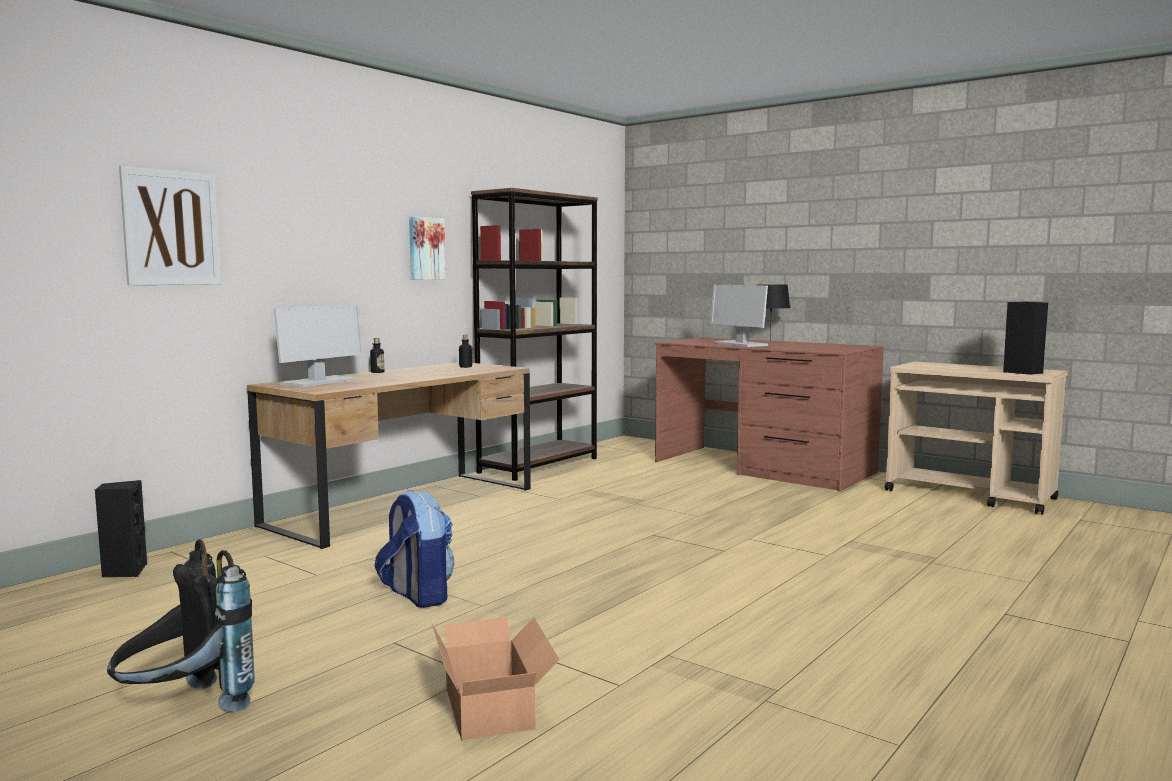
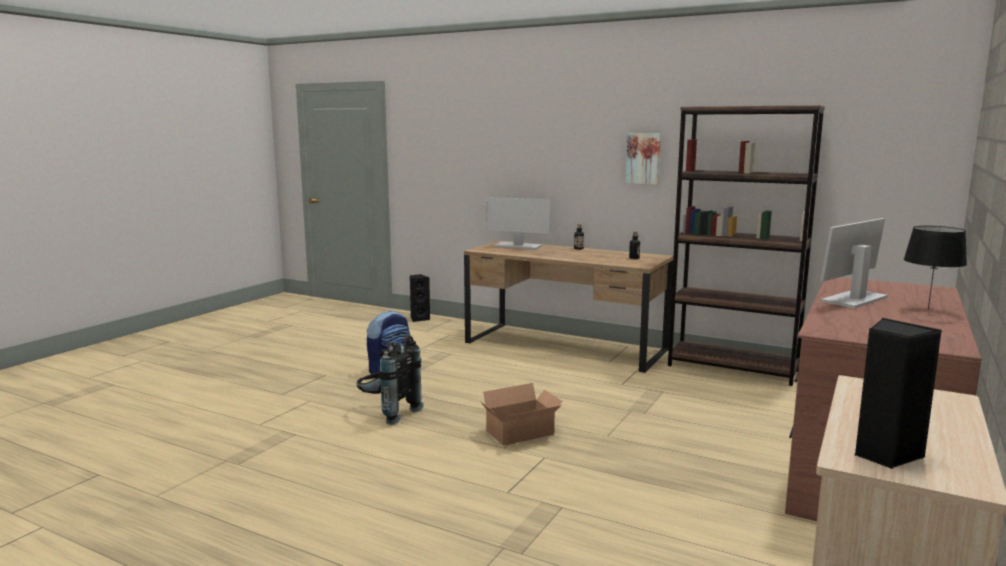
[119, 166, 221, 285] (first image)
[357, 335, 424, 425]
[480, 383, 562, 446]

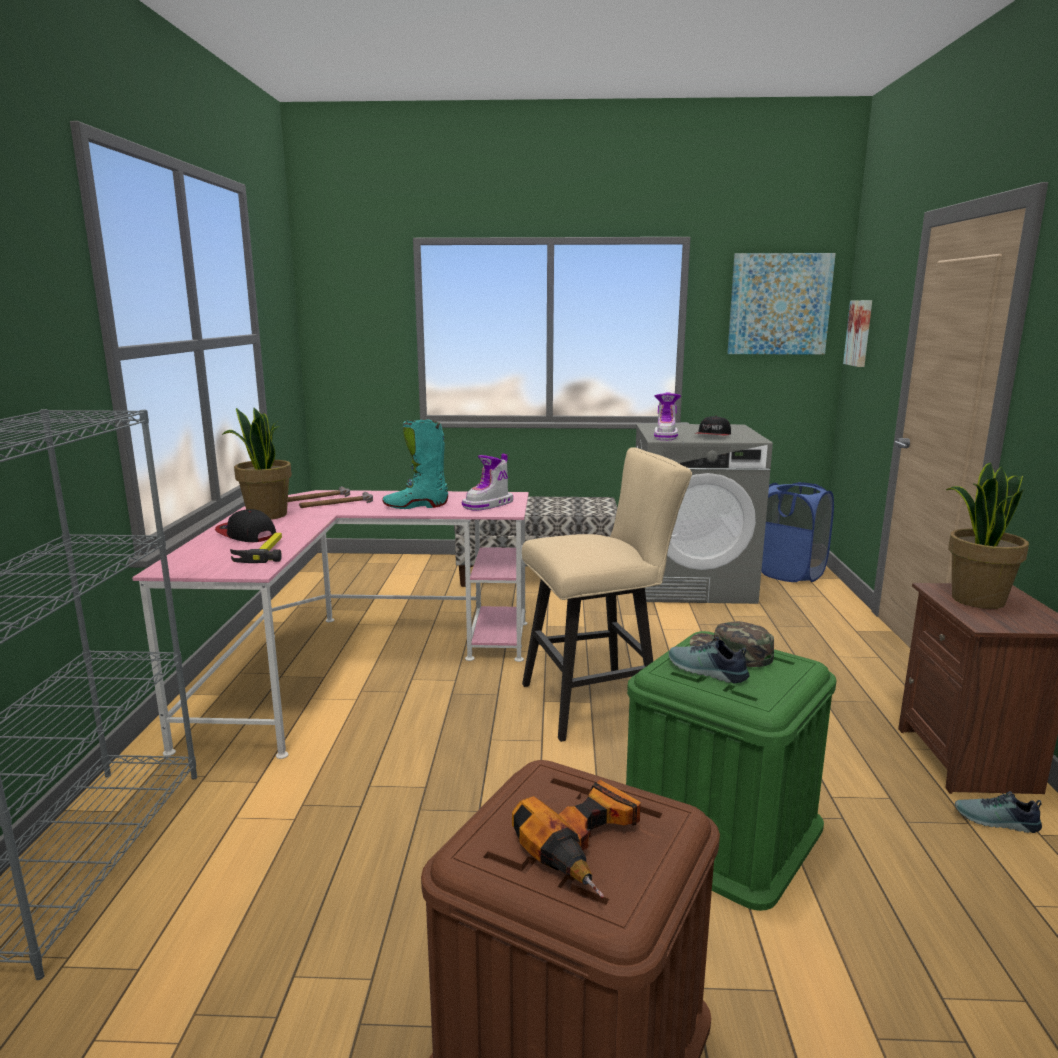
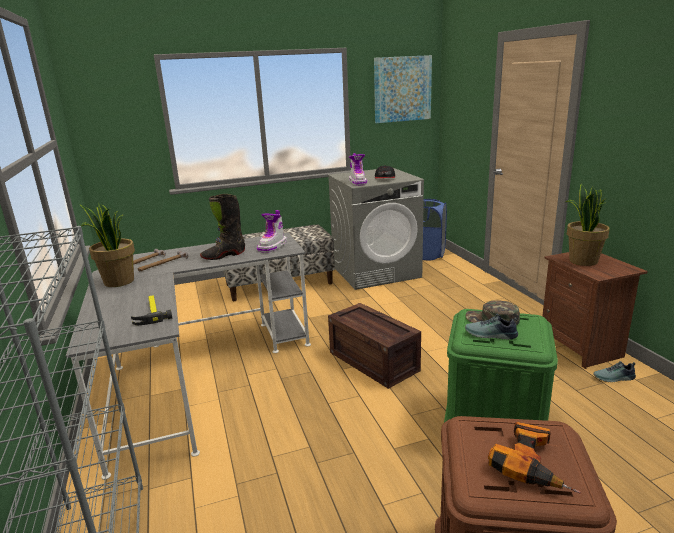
[215, 509, 276, 542] (first image)
[843, 300, 872, 367] (first image)
[328, 303, 421, 389]
[66, 233, 311, 480]
[200, 194, 245, 260]

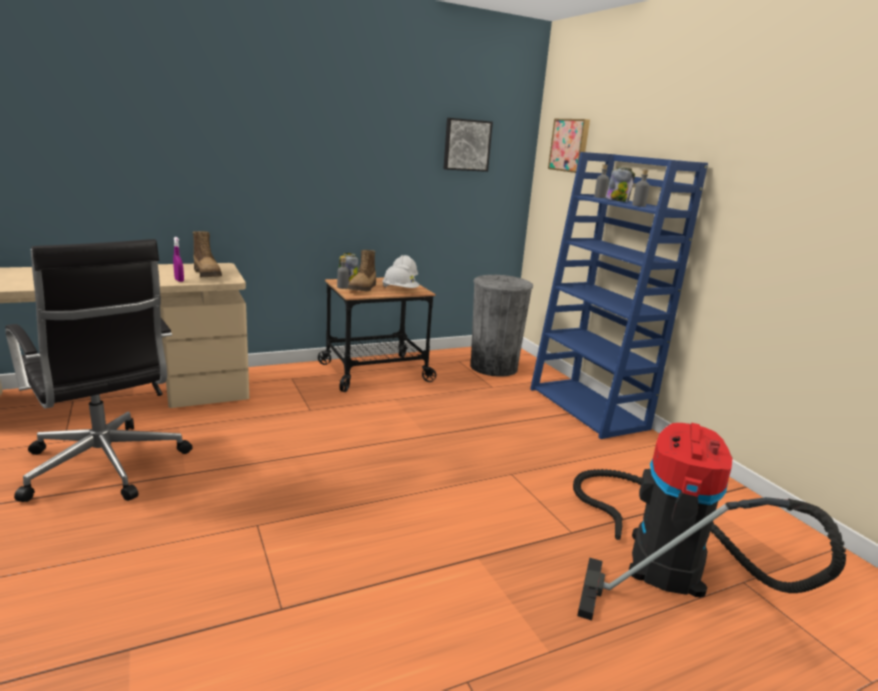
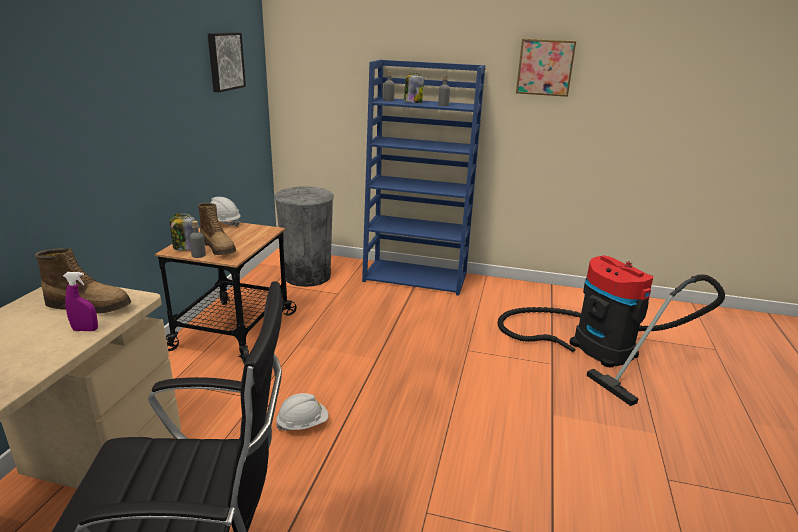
[276, 393, 328, 432]
[516, 39, 576, 97]

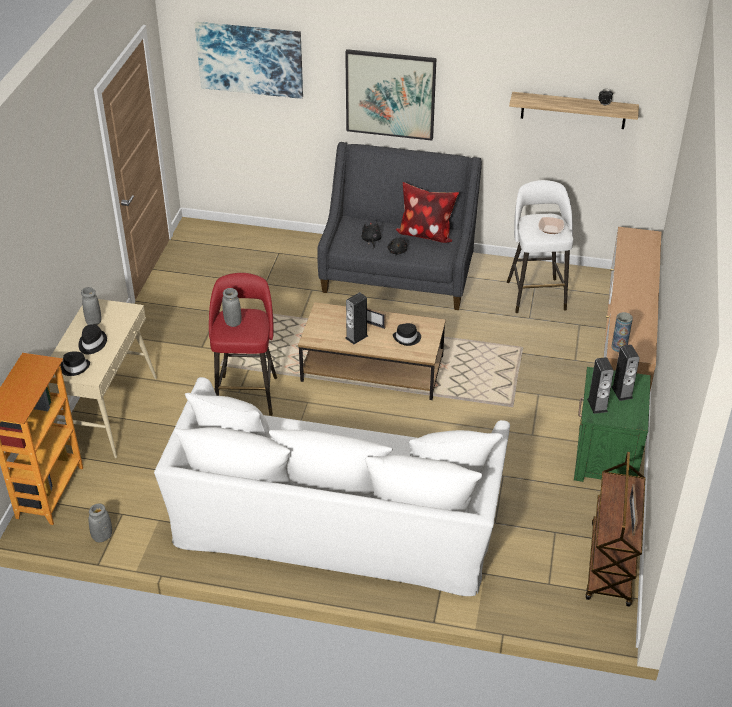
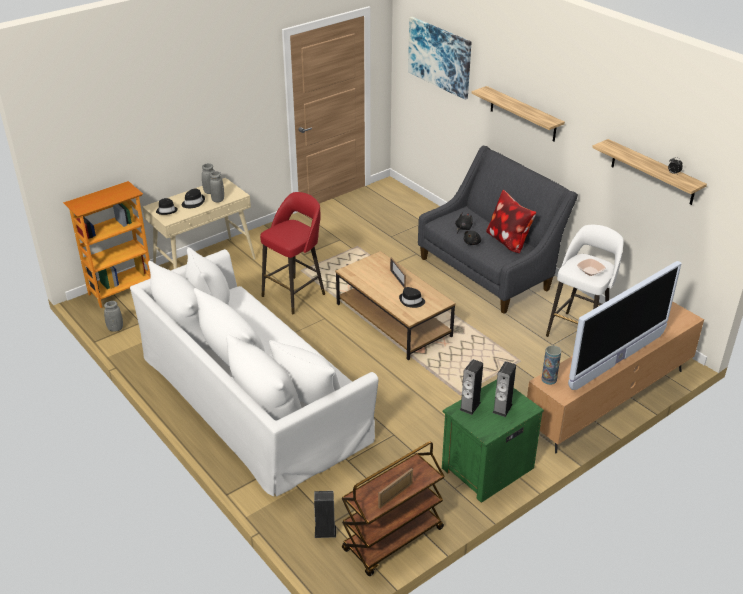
[568, 261, 682, 390]
[210, 171, 224, 202]
[314, 491, 336, 538]
[471, 86, 565, 142]

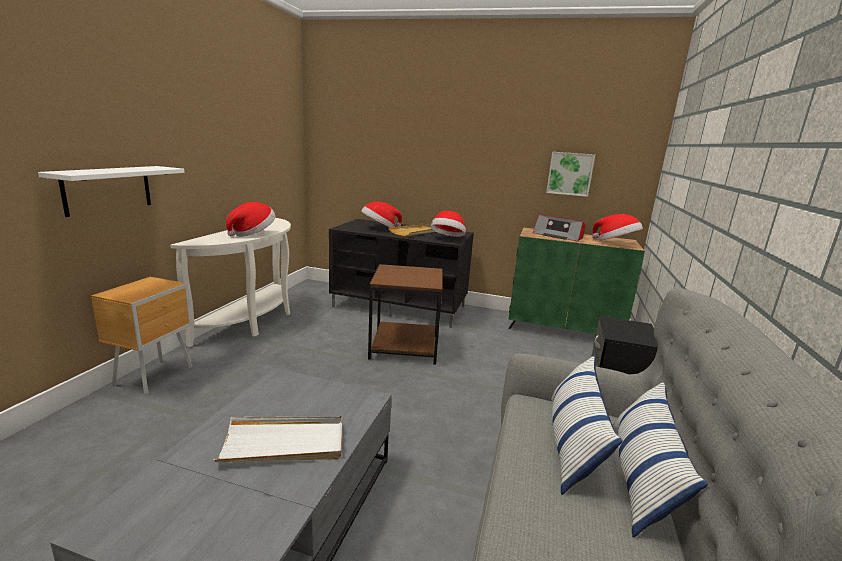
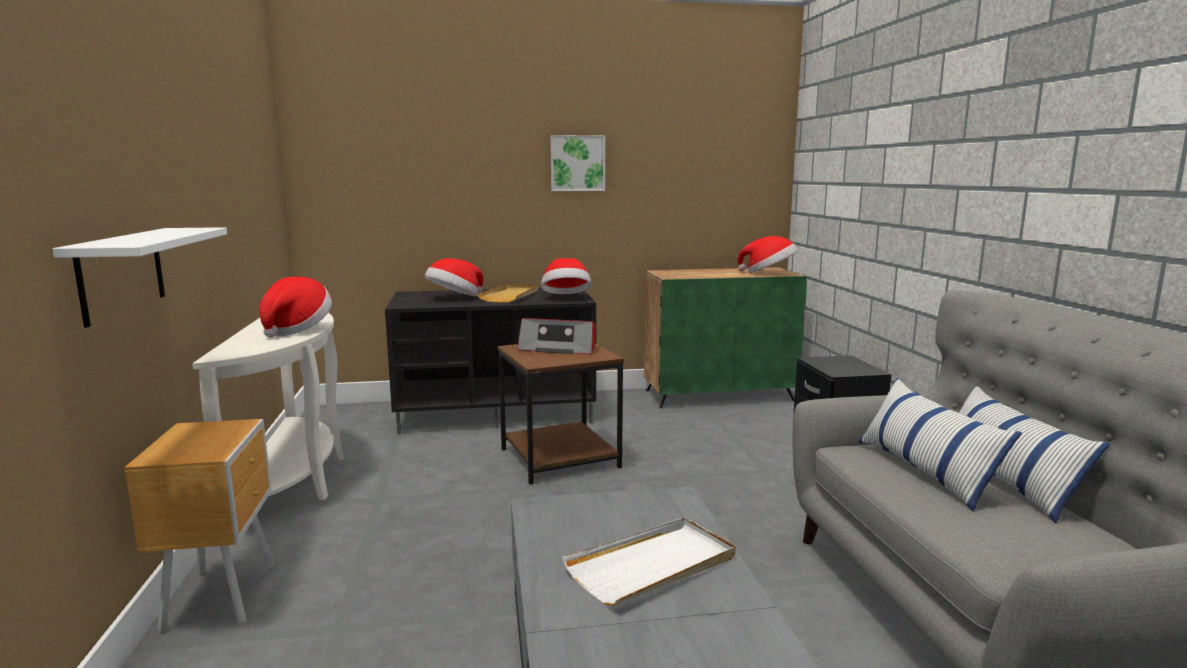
[517, 318, 595, 354]
[550, 135, 605, 191]

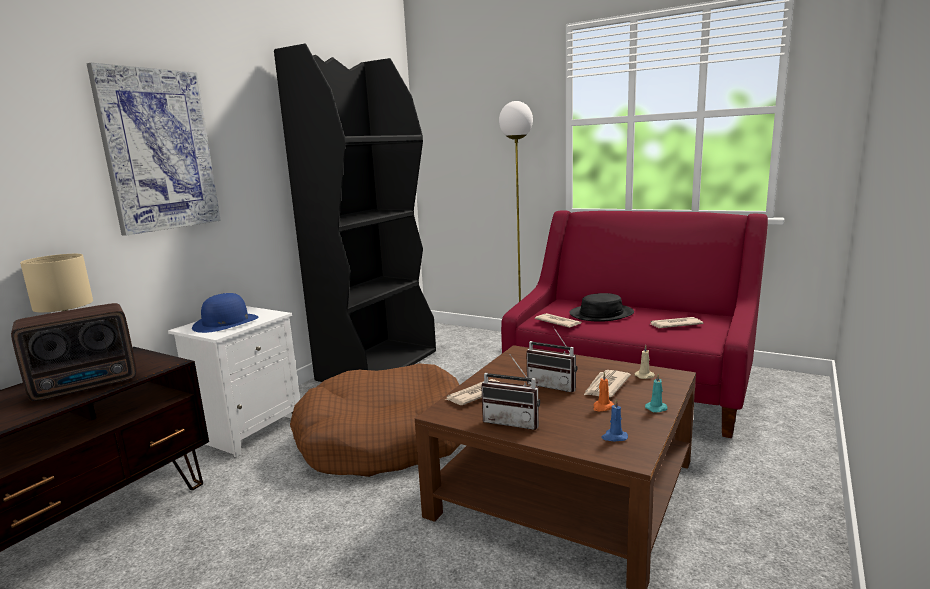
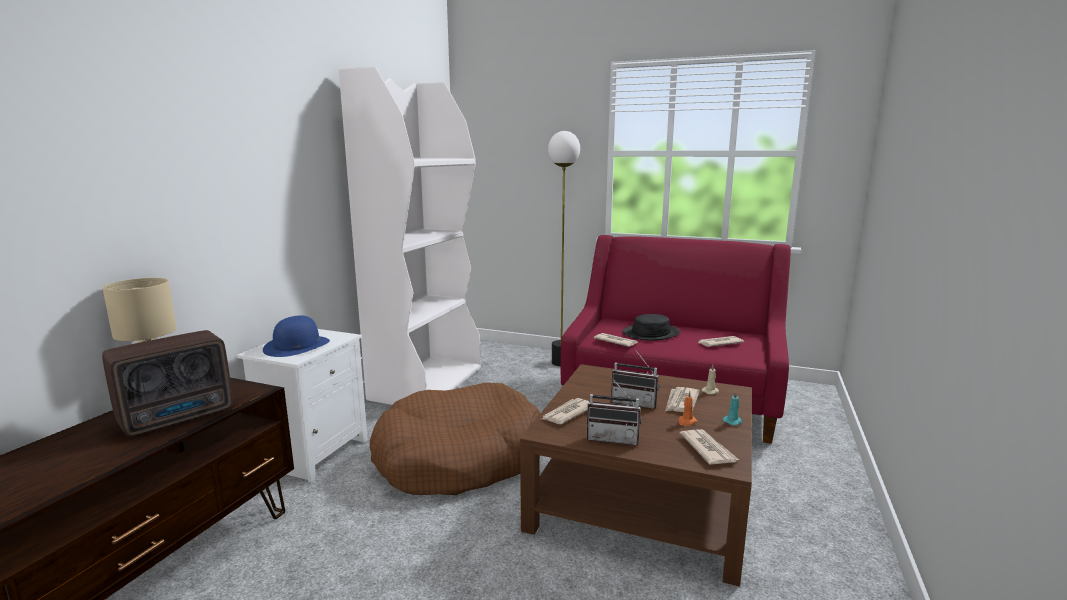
[87, 63, 221, 236] (first image)
[680, 429, 739, 465]
[339, 66, 481, 405]

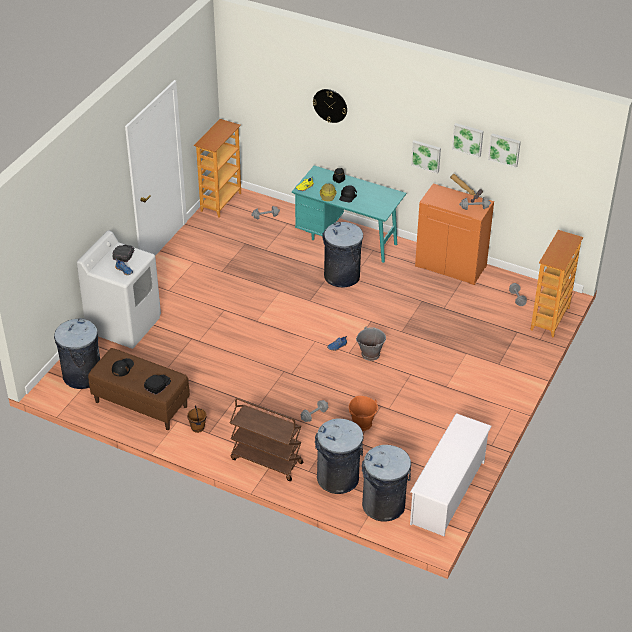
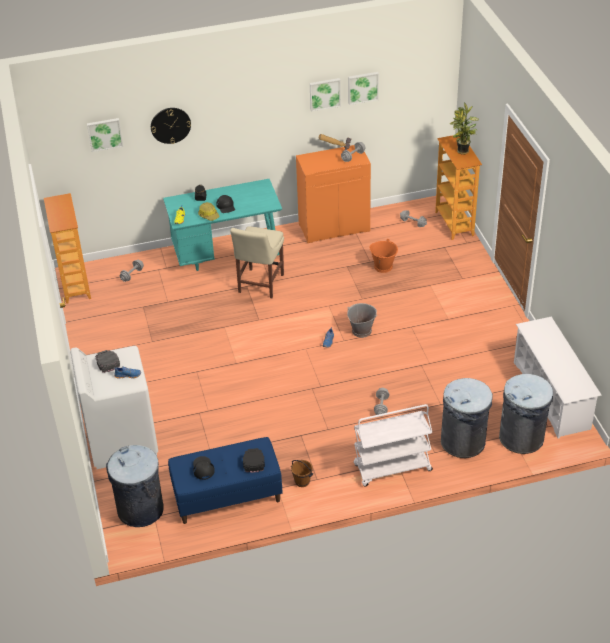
[450, 102, 479, 155]
[369, 239, 398, 273]
[87, 118, 123, 152]
[230, 226, 284, 298]
[168, 437, 283, 524]
[354, 404, 433, 487]

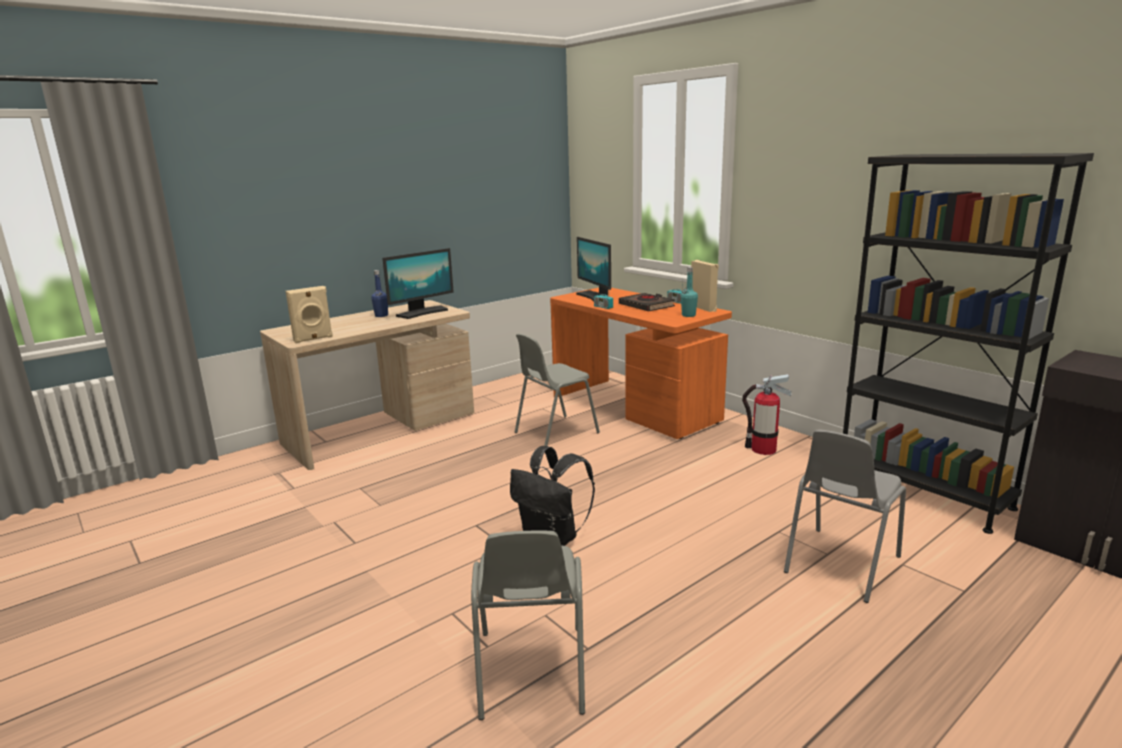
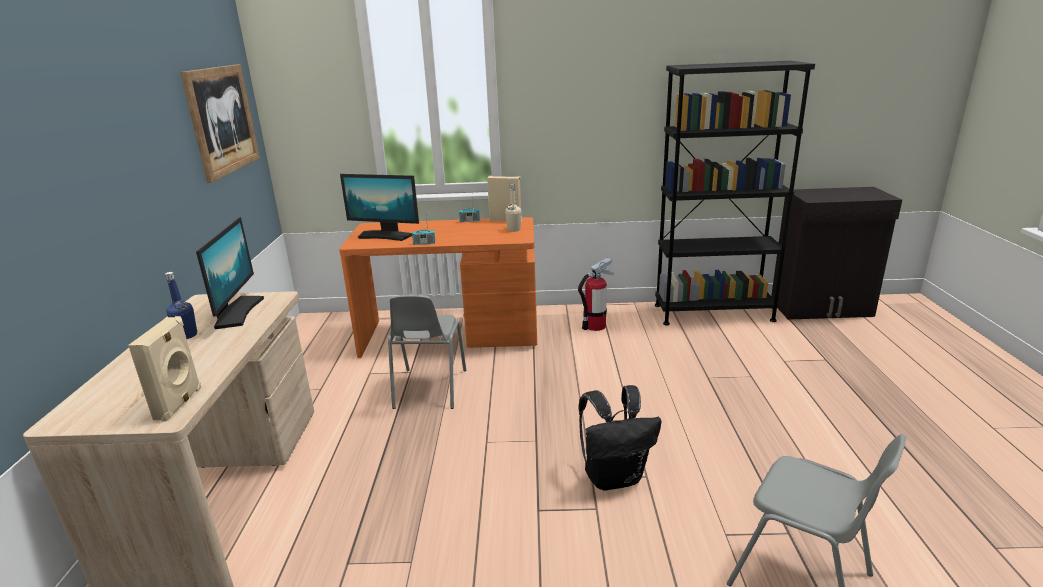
[619, 293, 675, 311] (first image)
[784, 429, 906, 603] (first image)
[180, 64, 260, 183]
[505, 184, 522, 232]

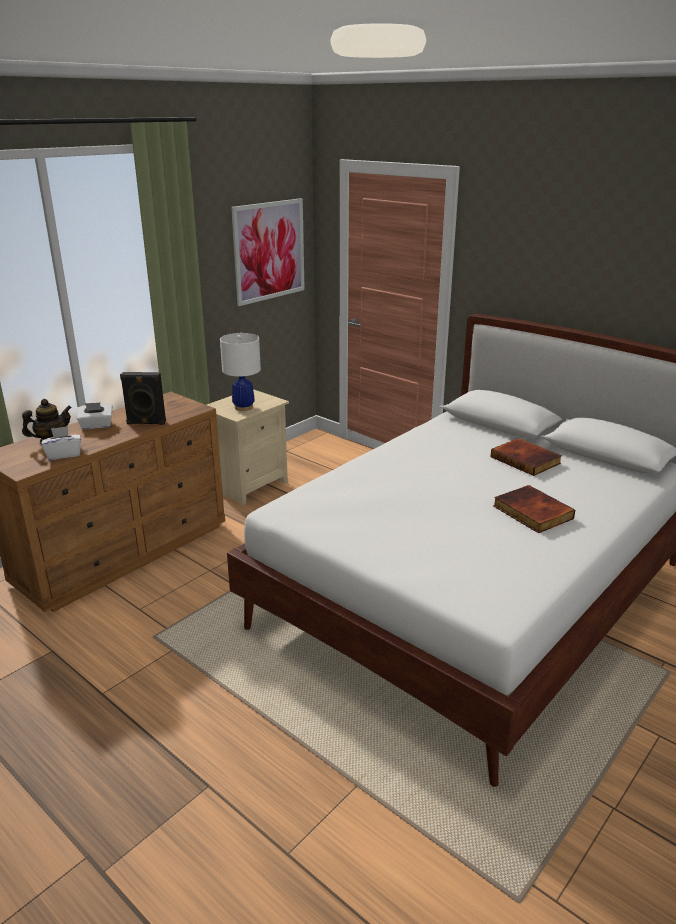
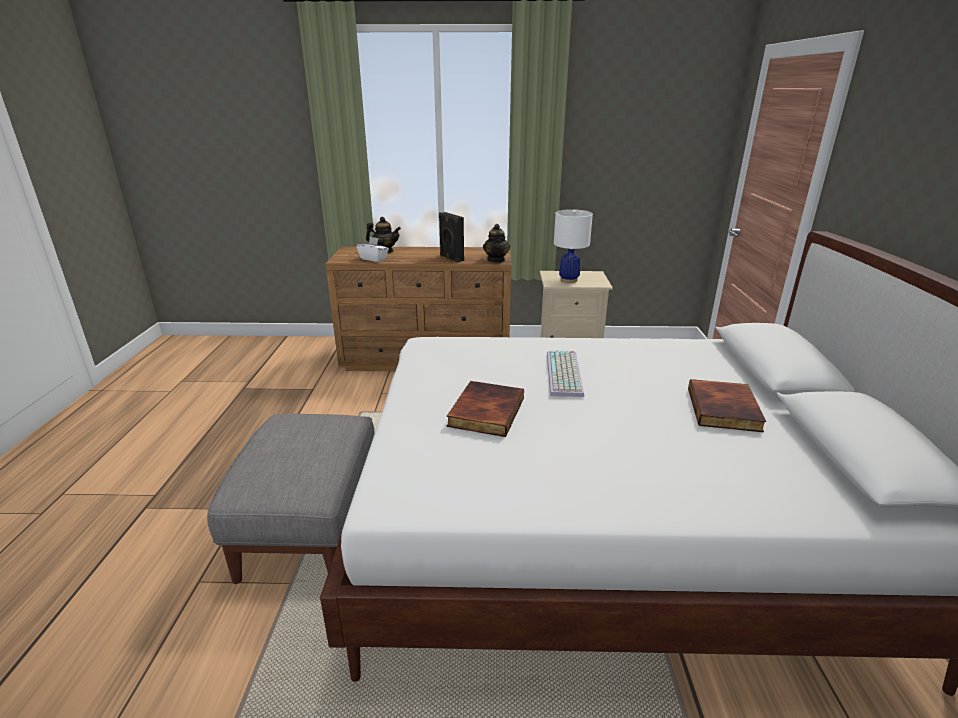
[77, 402, 112, 429] (first image)
[231, 198, 305, 306] (first image)
[207, 414, 375, 584]
[483, 224, 510, 263]
[547, 350, 584, 397]
[447, 381, 524, 437]

